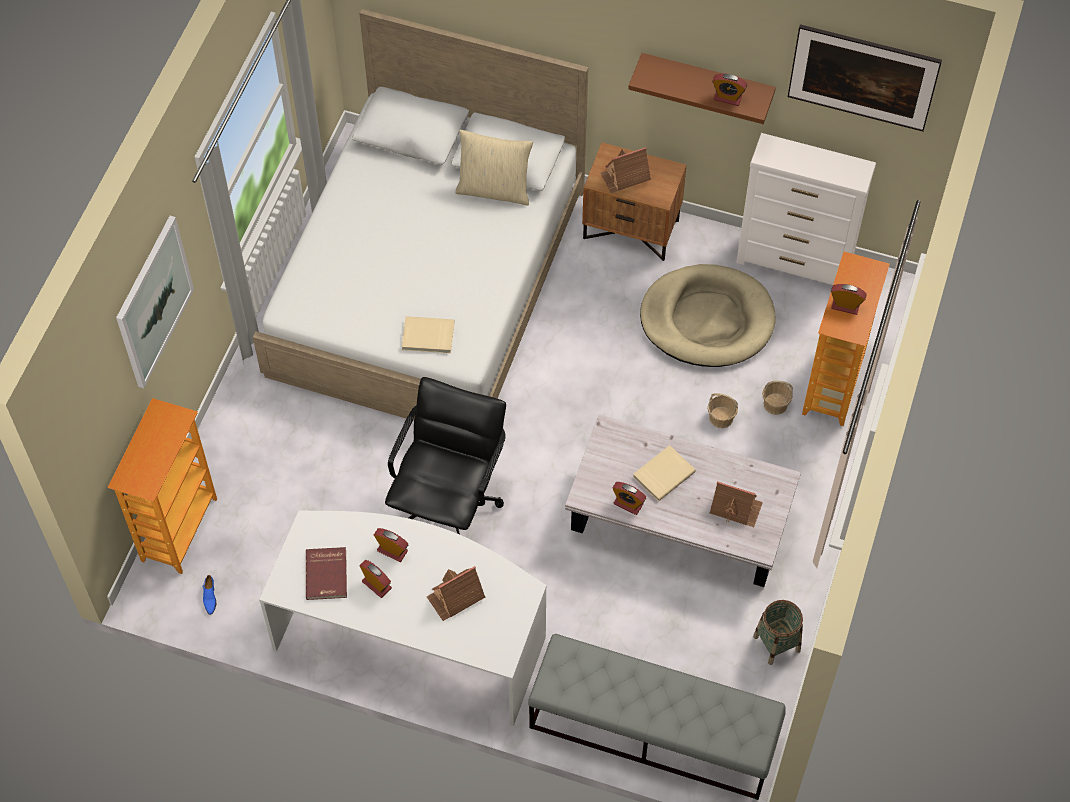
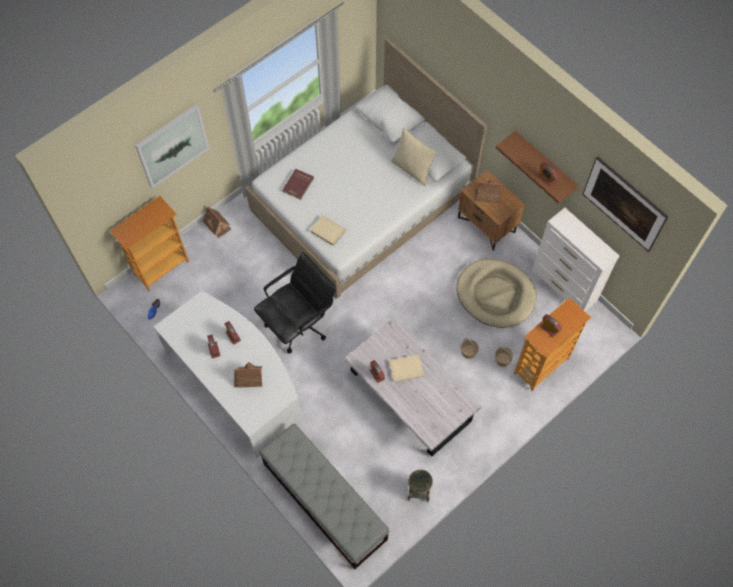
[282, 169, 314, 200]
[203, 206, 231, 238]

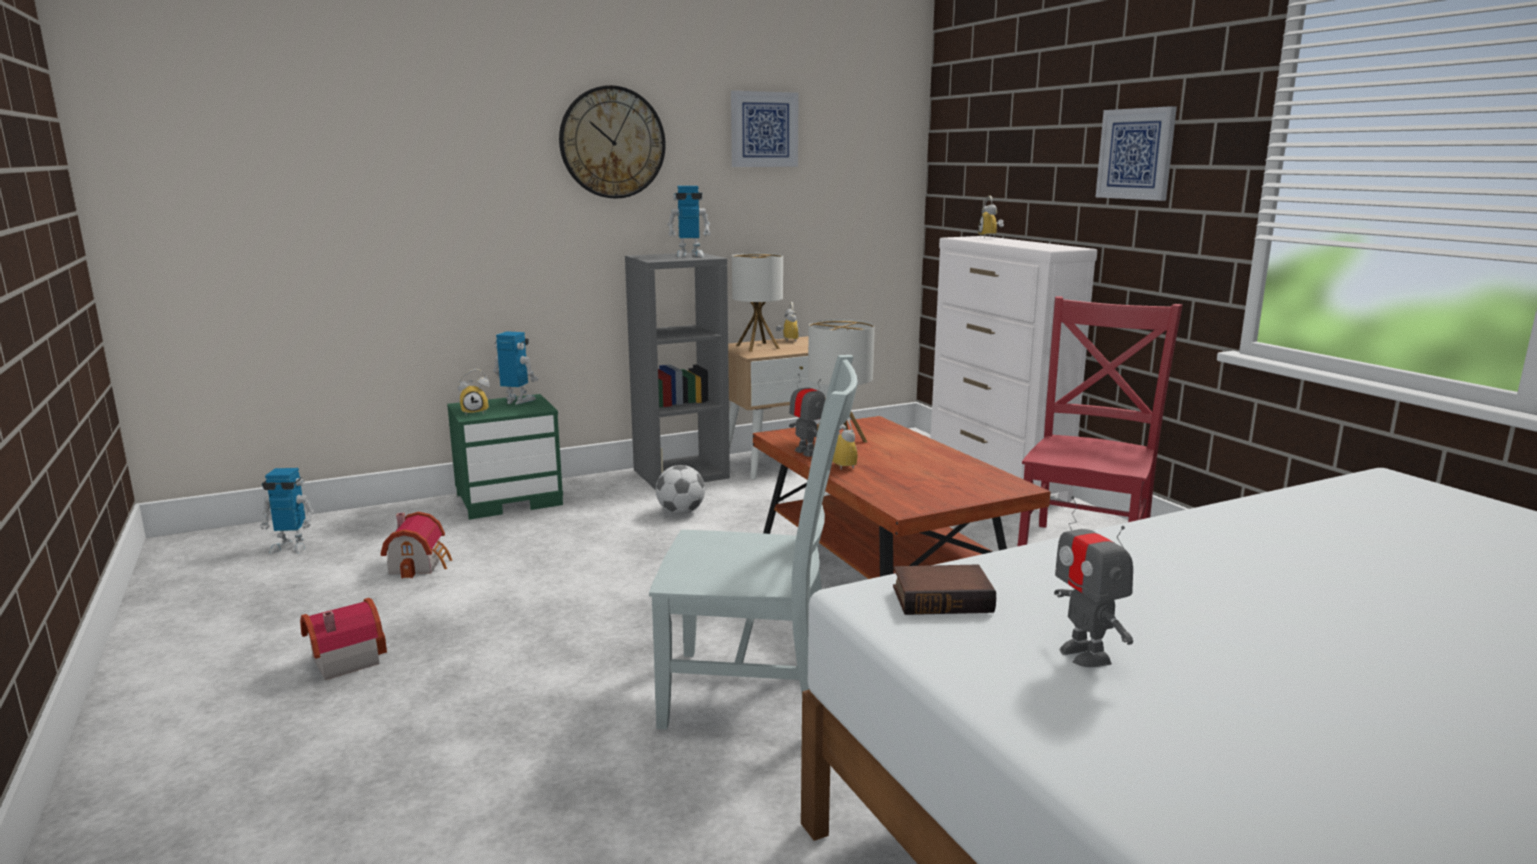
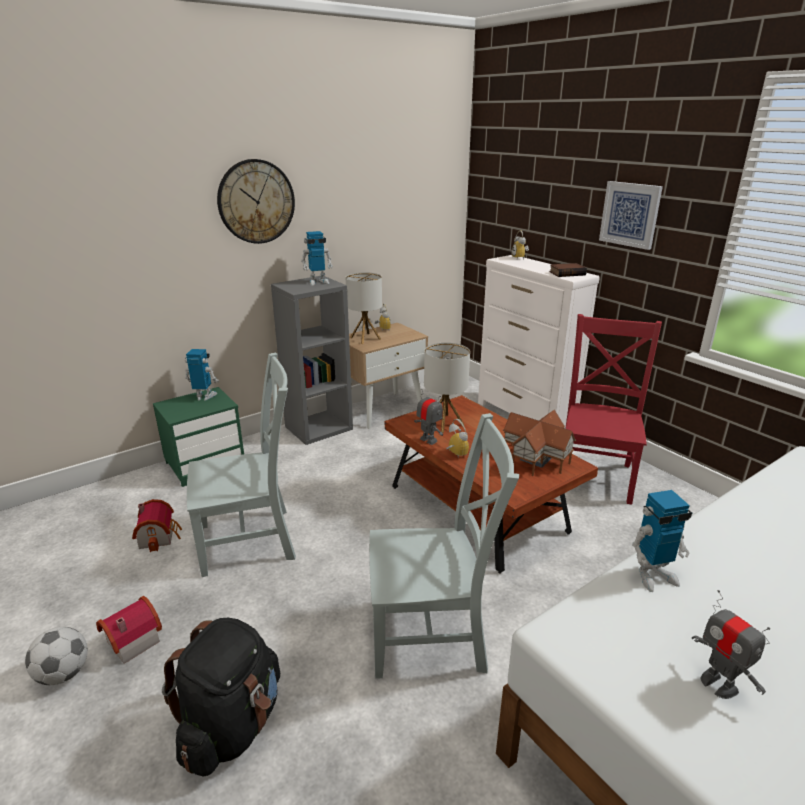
[458, 369, 490, 416] (first image)
[731, 91, 799, 167] (first image)
[162, 618, 280, 777]
[187, 353, 296, 577]
[503, 410, 576, 476]
[632, 490, 692, 592]
[25, 627, 88, 685]
[549, 263, 587, 277]

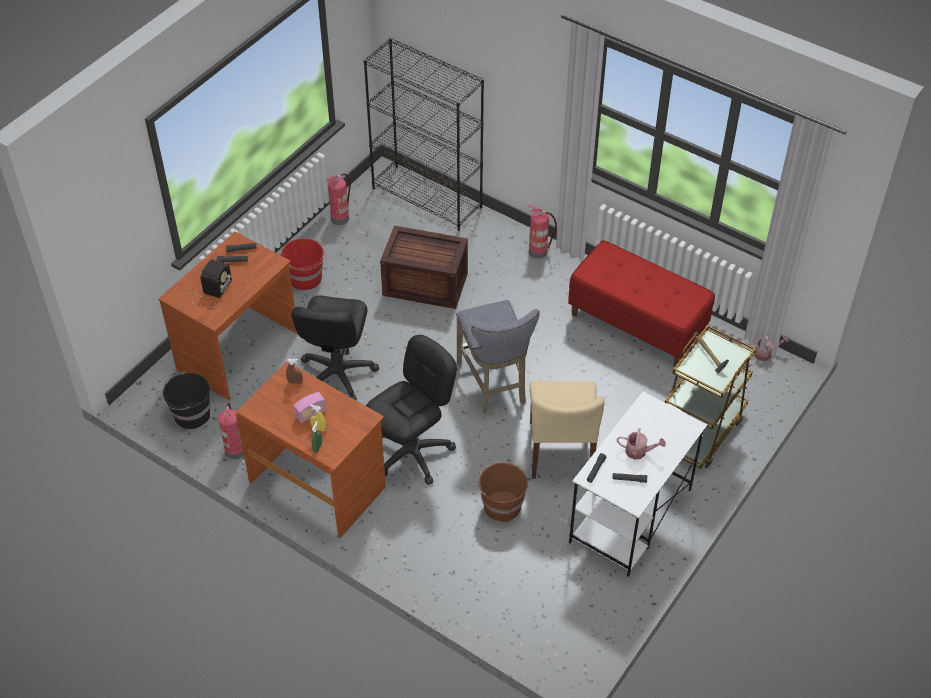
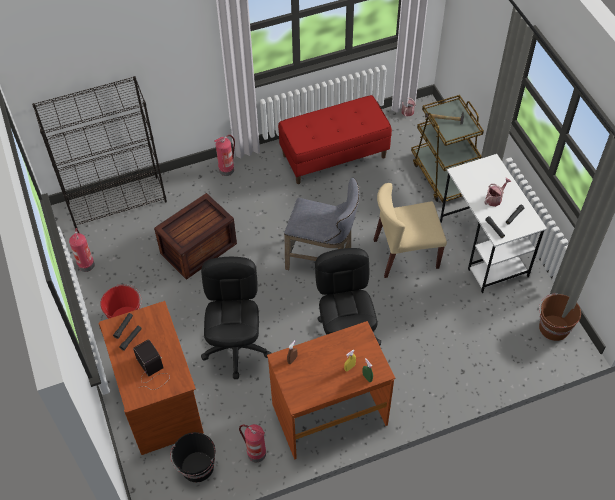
[294, 392, 326, 423] (first image)
[539, 293, 581, 341]
[201, 257, 271, 379]
[374, 183, 447, 278]

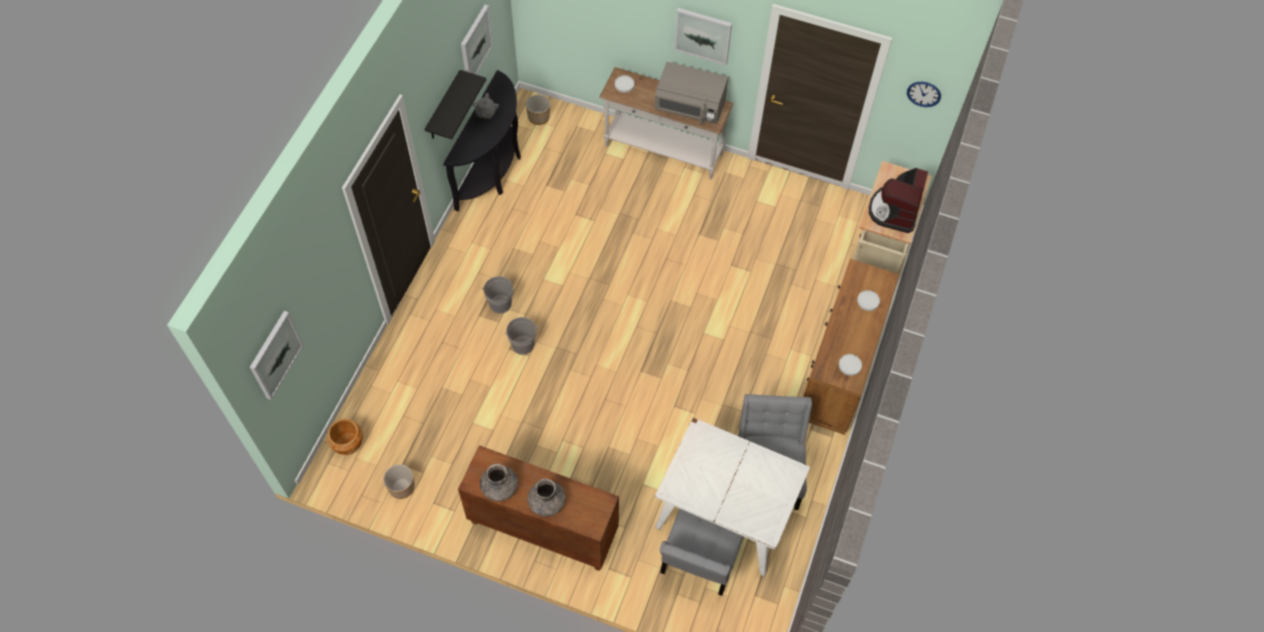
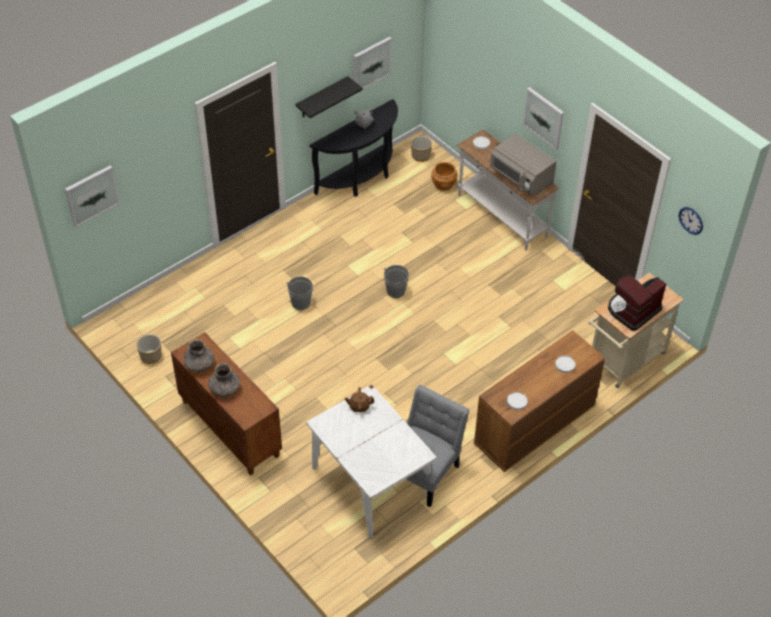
[660, 508, 744, 596] (first image)
[345, 387, 374, 412]
[431, 162, 458, 191]
[383, 265, 409, 298]

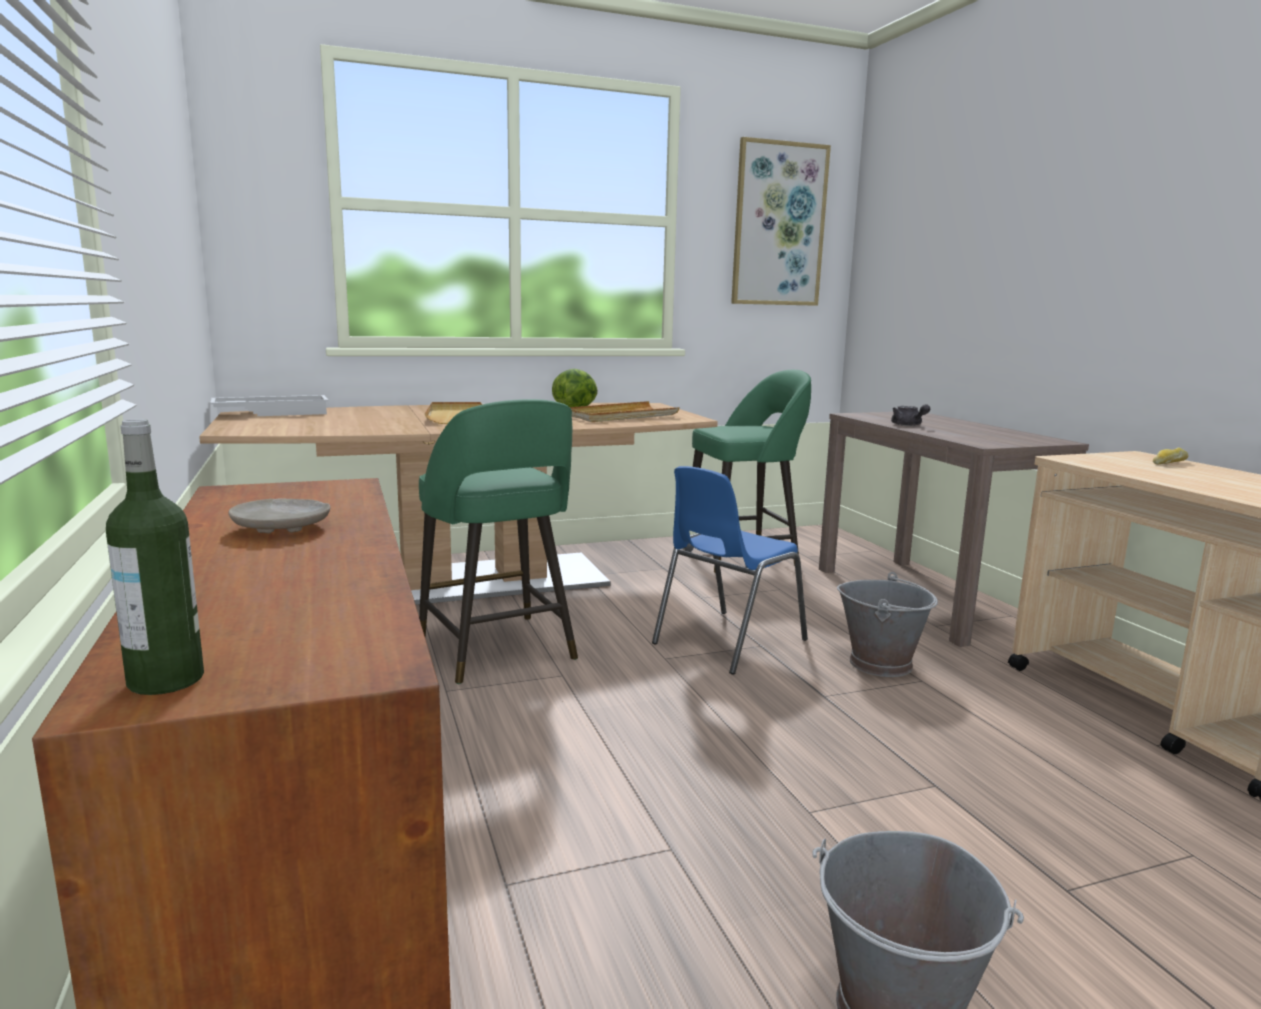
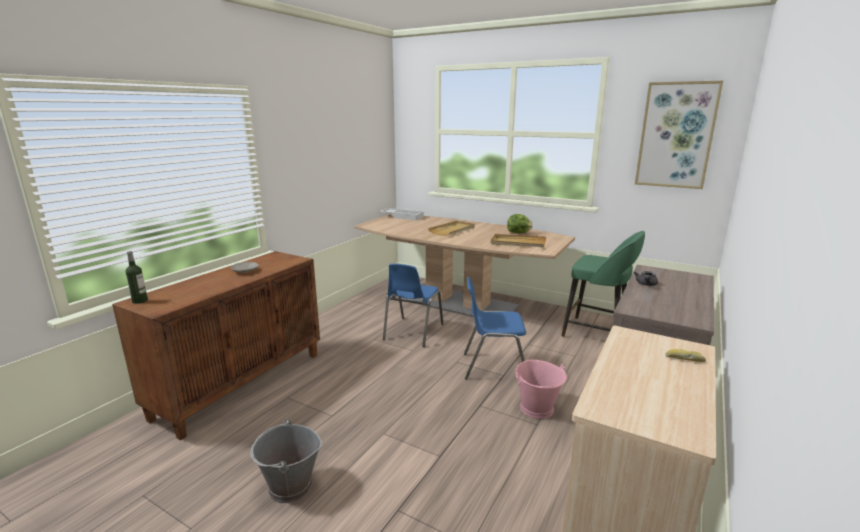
[383, 264, 444, 347]
[515, 360, 567, 419]

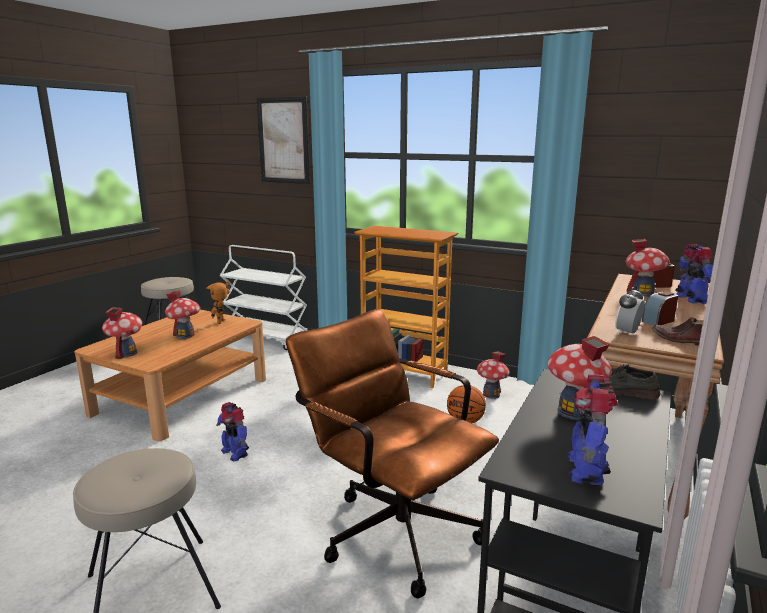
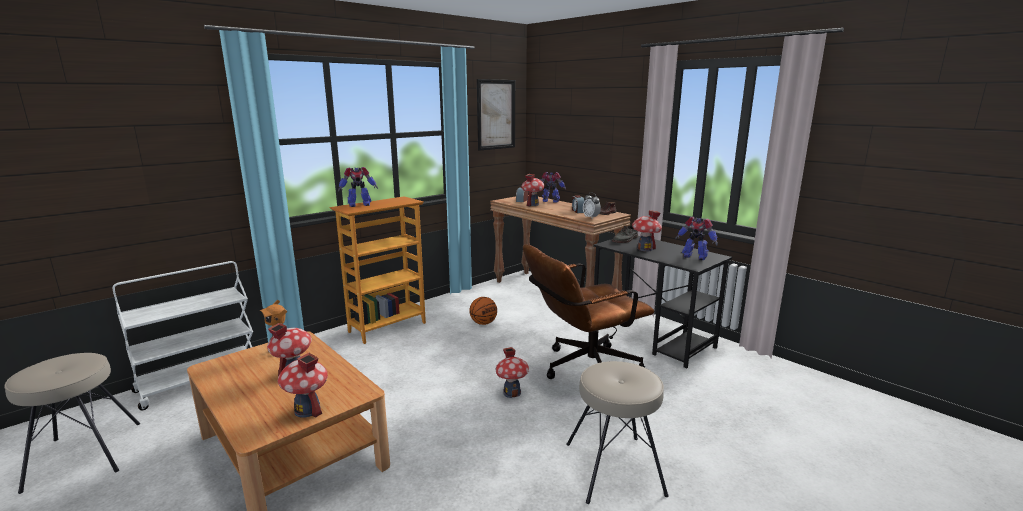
[338, 167, 378, 207]
[477, 79, 515, 151]
[496, 347, 529, 398]

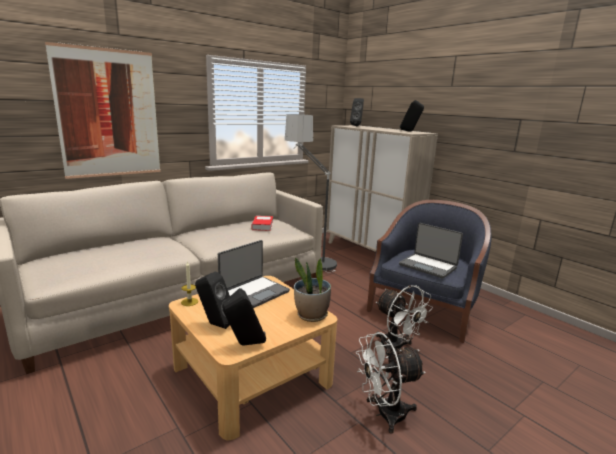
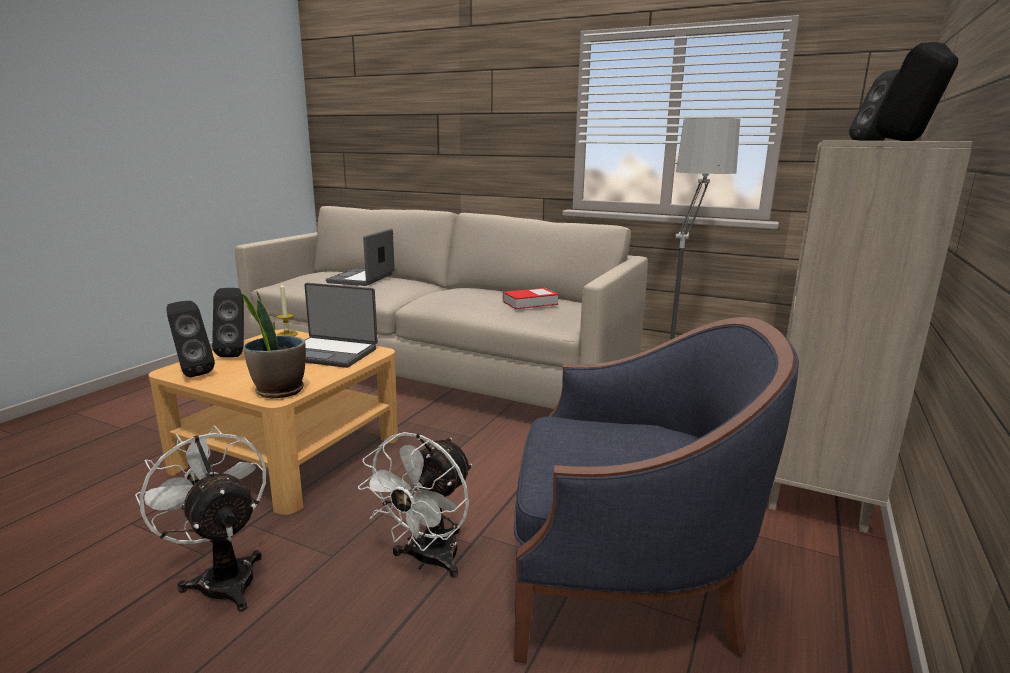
[45, 42, 161, 179] (first image)
[326, 229, 395, 286]

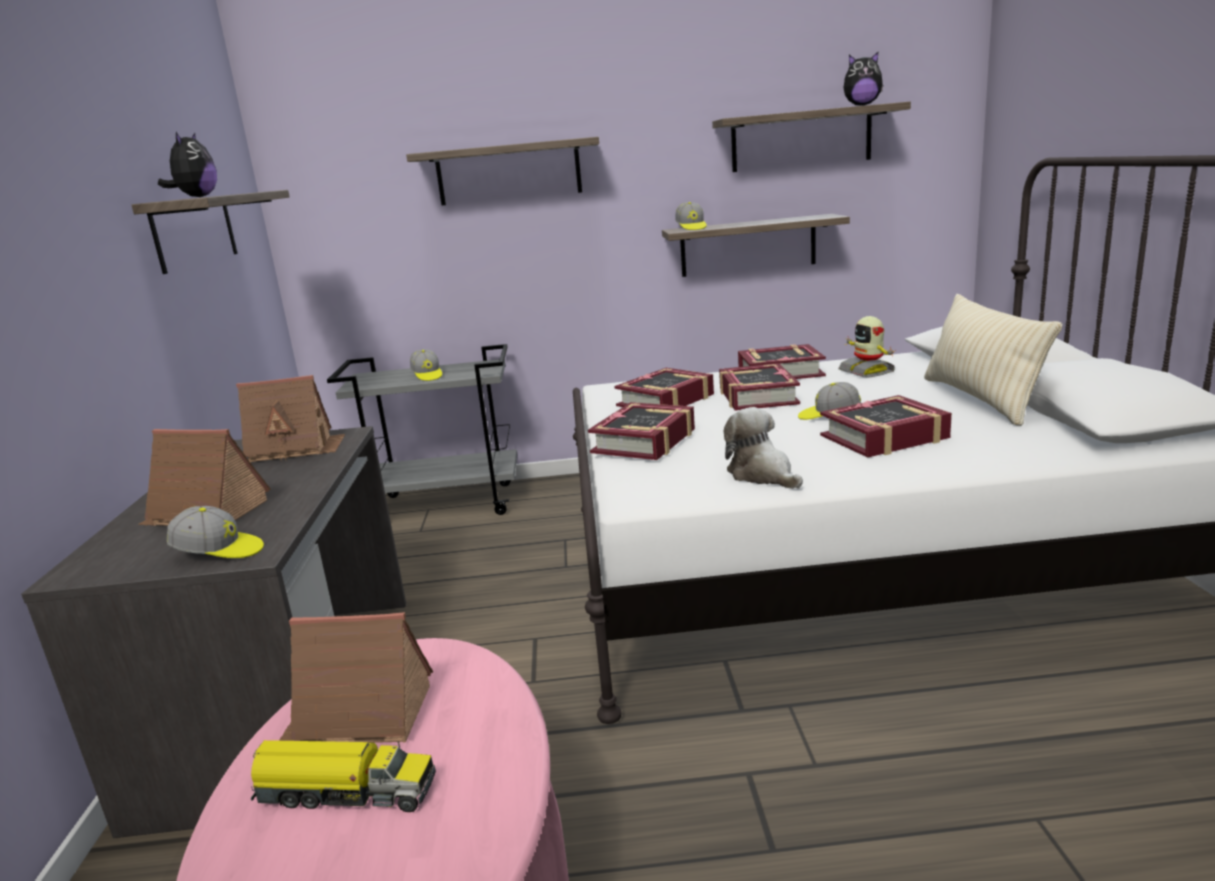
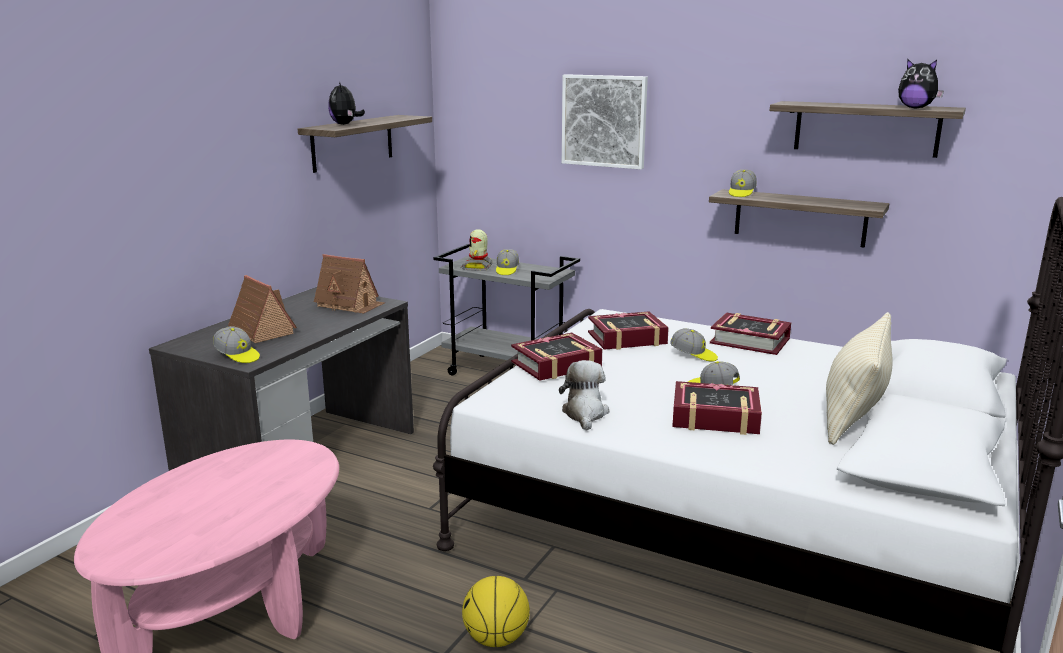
[251, 740, 436, 812] (first image)
[279, 612, 433, 743] (first image)
[462, 576, 530, 647]
[461, 229, 493, 271]
[562, 74, 648, 169]
[670, 328, 718, 362]
[328, 83, 365, 125]

